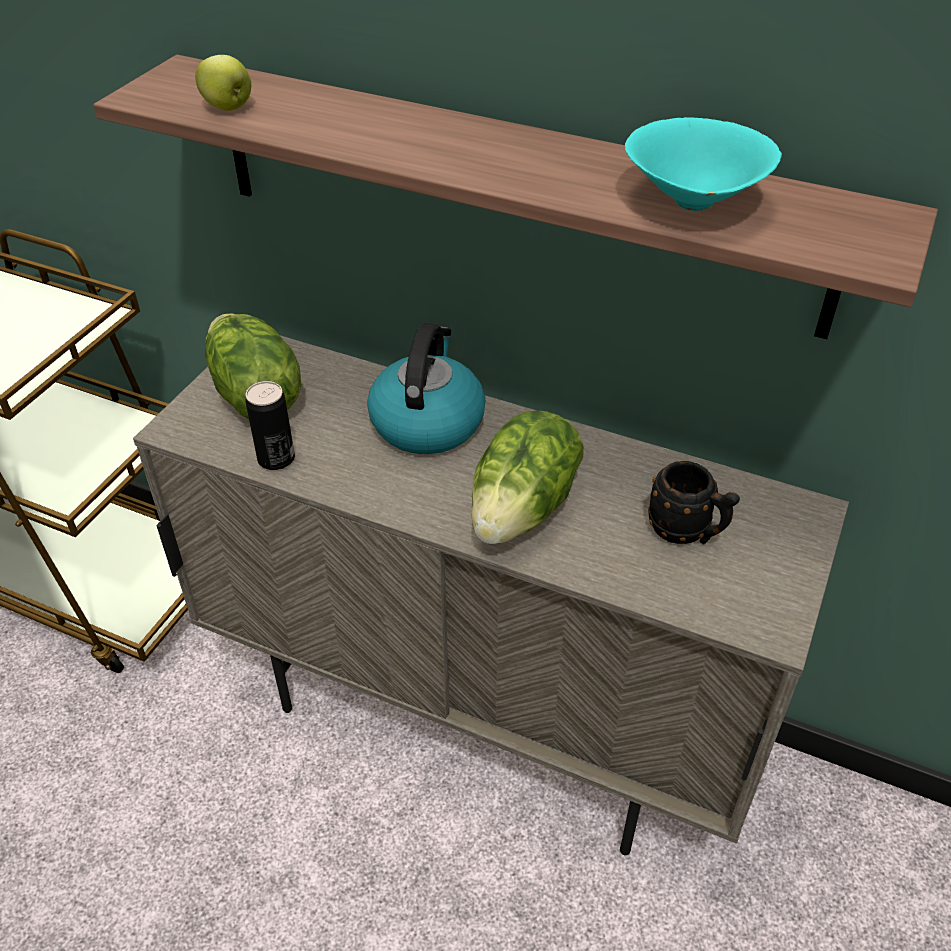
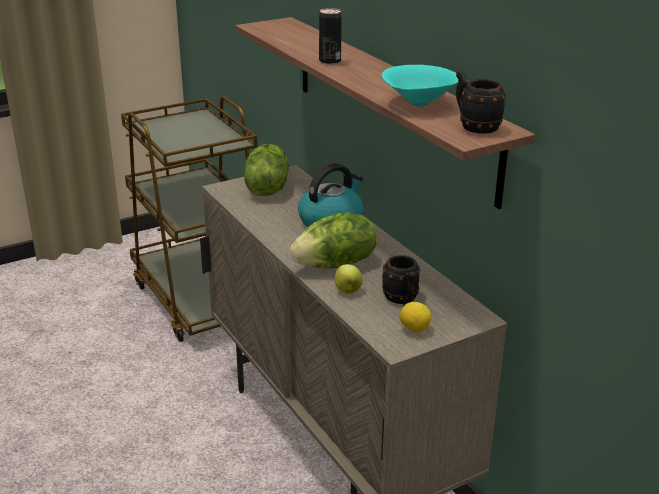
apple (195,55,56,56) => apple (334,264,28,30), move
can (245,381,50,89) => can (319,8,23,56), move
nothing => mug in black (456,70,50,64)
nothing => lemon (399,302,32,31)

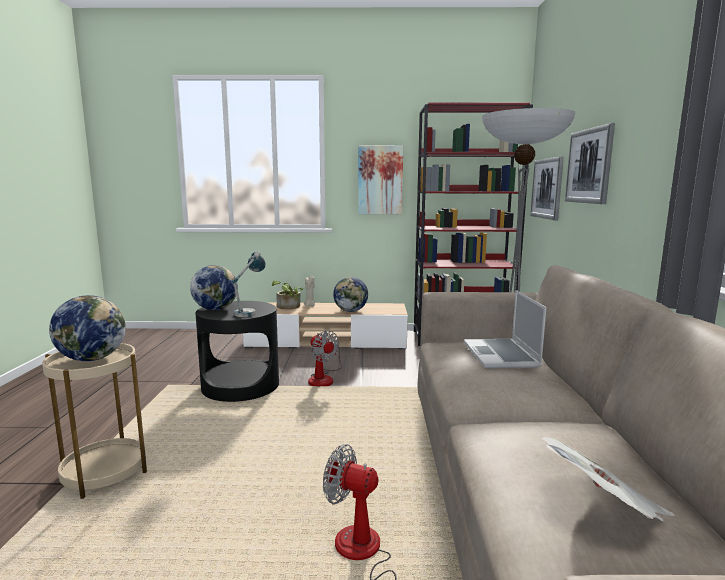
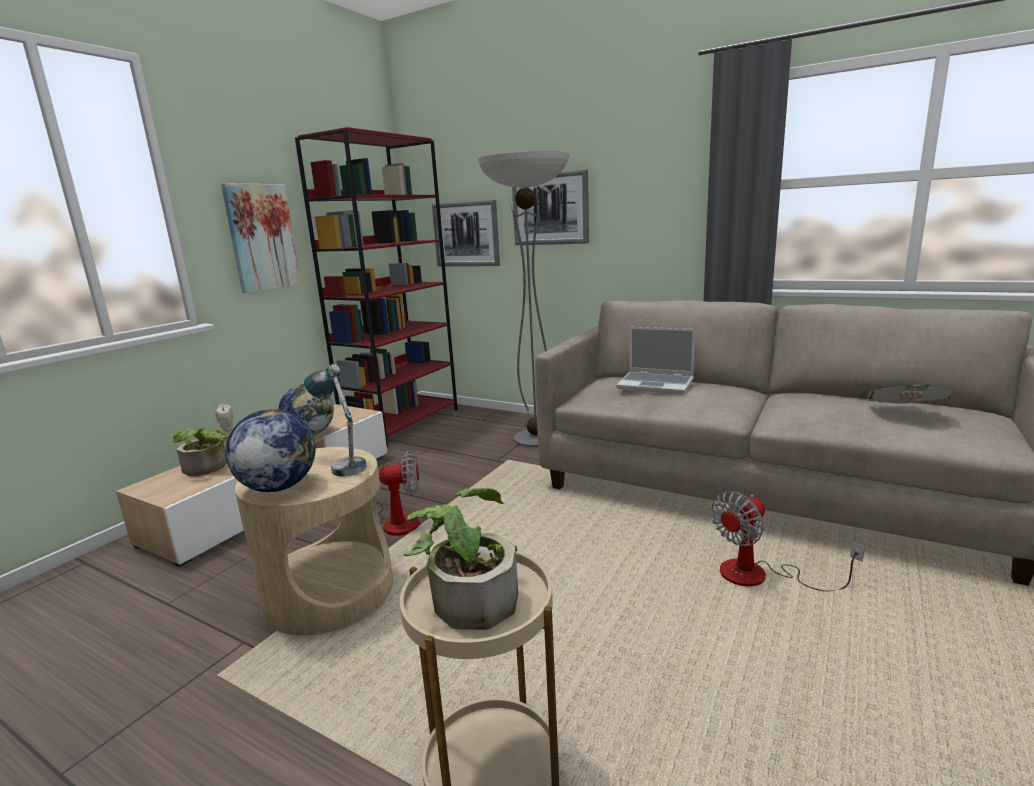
globe (49,295,77,66) => potted plant (403,488,115,142)
side table in black (196,301,83,101) => side table in beige (235,447,158,188)

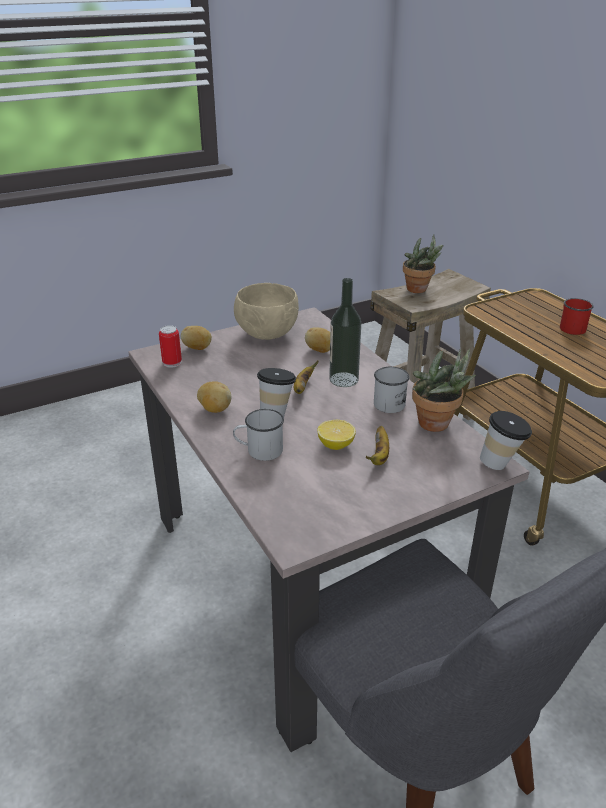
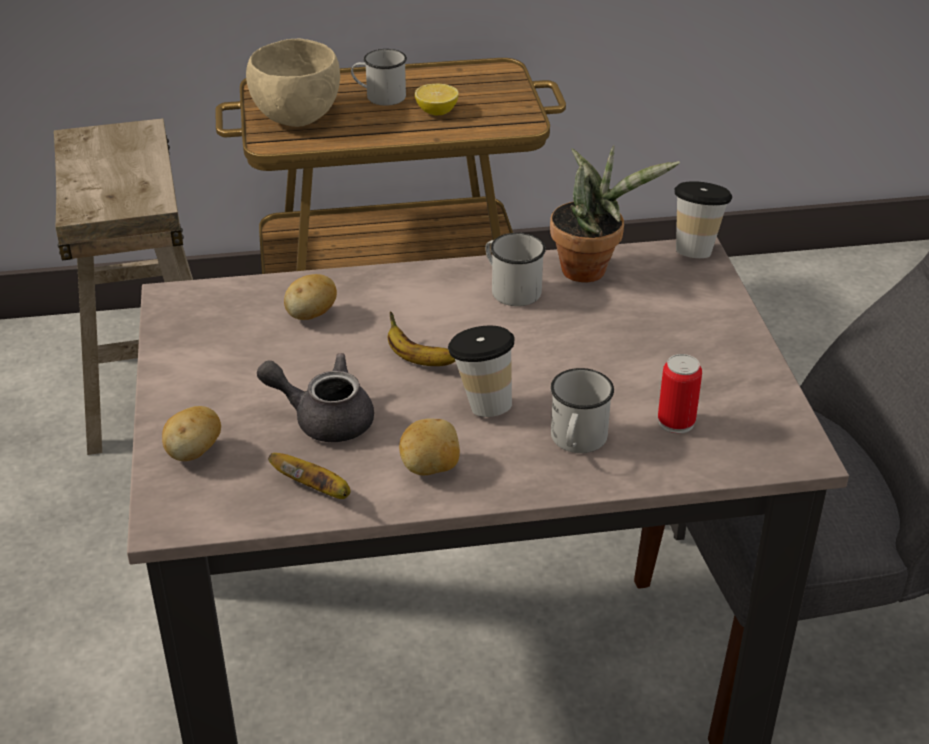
potted plant (403,234,40,59) => nothing
bottle (329,278,32,109) => nothing
bowl in beige (234,283,65,57) => bowl in beige (246,39,94,88), move
mug in red (560,298,34,37) => mug in white (351,49,56,57)
can (159,325,23,43) => can (658,354,44,80), move
lemon (317,420,39,30) => lemon (415,84,44,32), move
banana (366,426,23,39) => banana (268,453,82,46), move
nothing => teapot in grey (257,353,117,89)

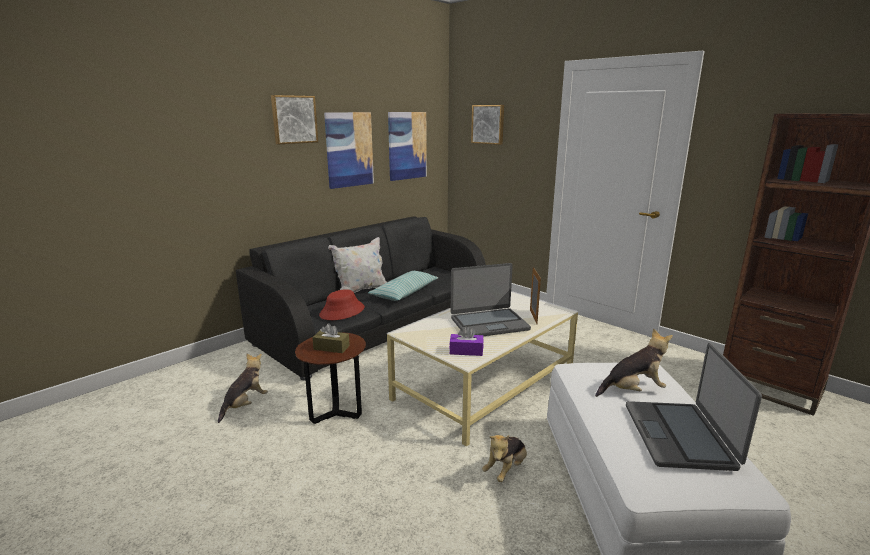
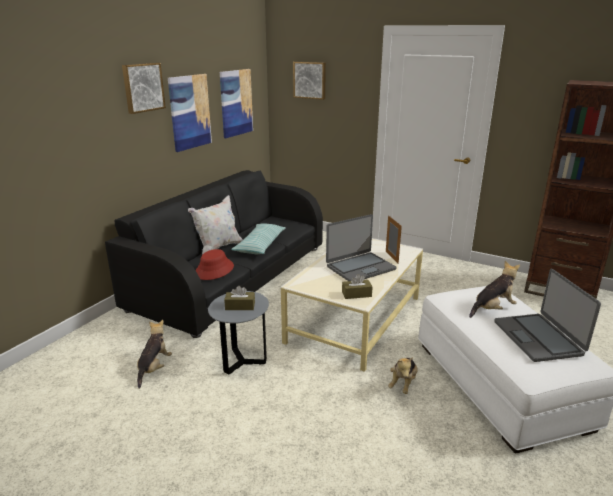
tissue box in purple (449,326,35,30) => tissue box in brown (342,274,31,25)
side table in brown (295,332,71,92) => side table in grey (208,291,61,83)

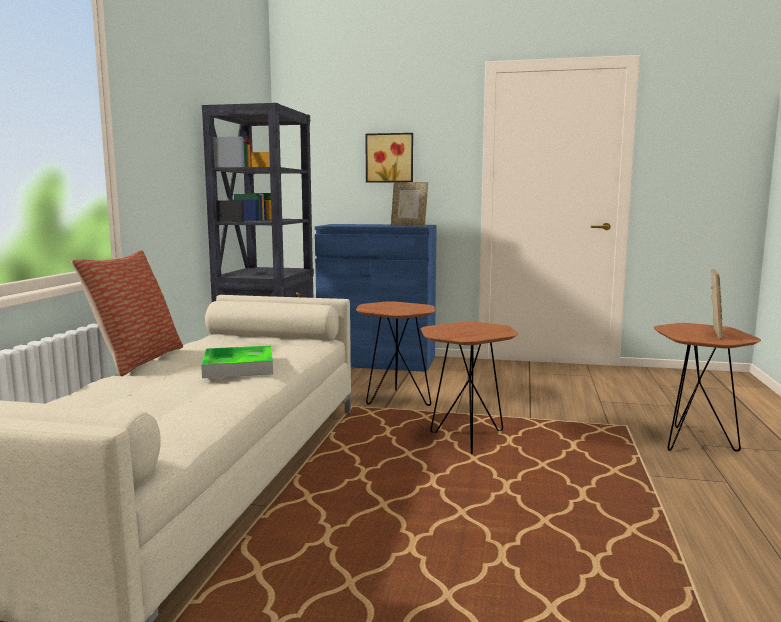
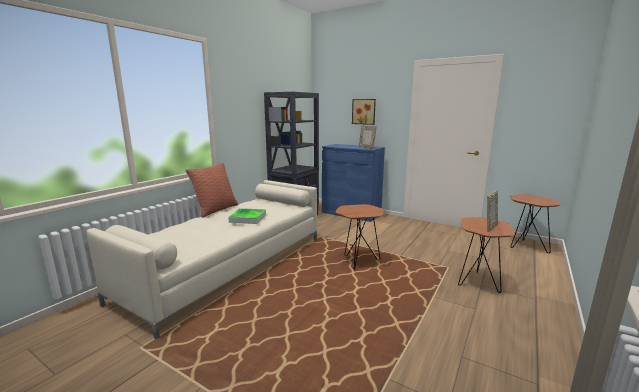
side table in brown (356,301,79,105) => side table in brown (510,194,51,59), move

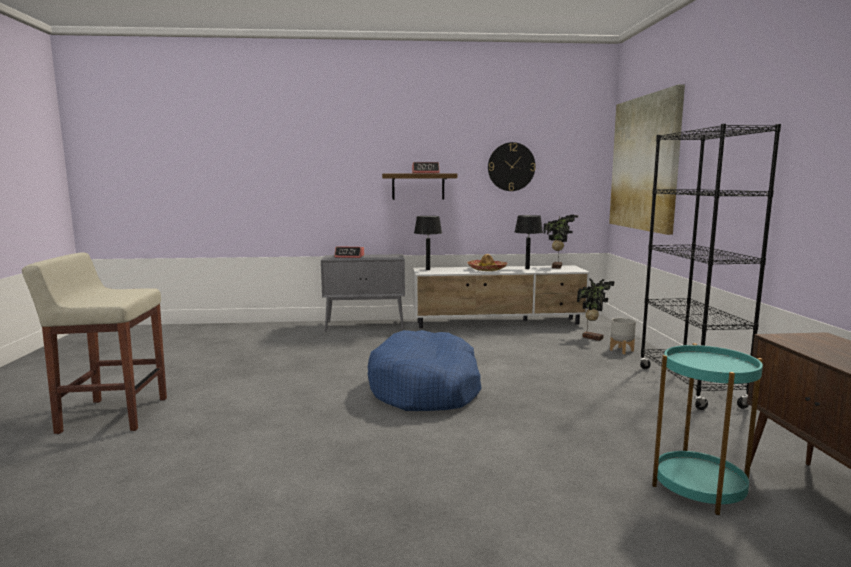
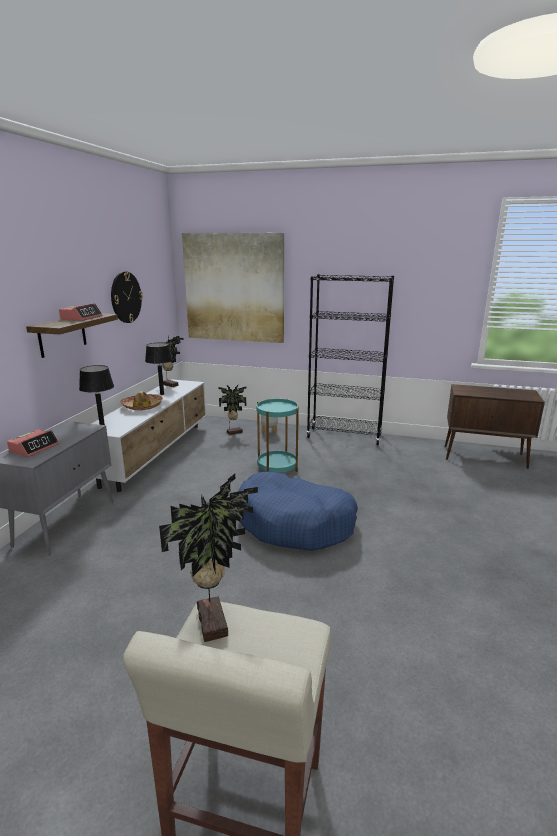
side table in turquoise (652,343,111,172) => side table in turquoise (256,398,43,75), move
nothing => potted plant (159,474,99,168)

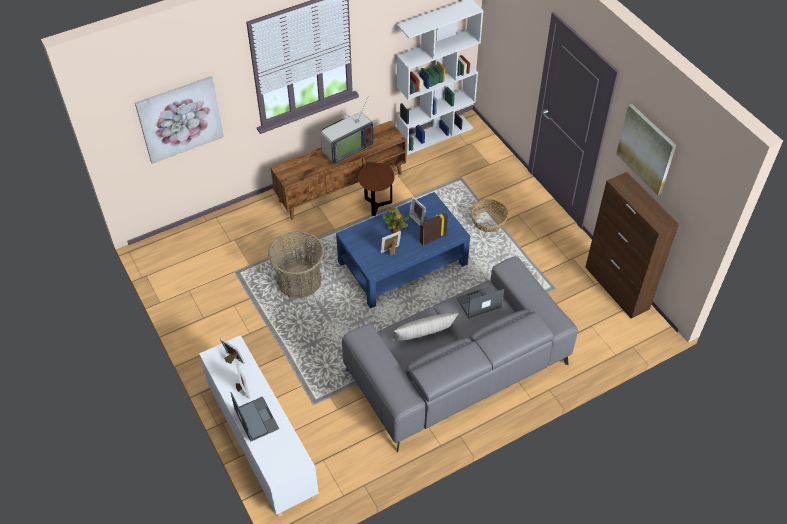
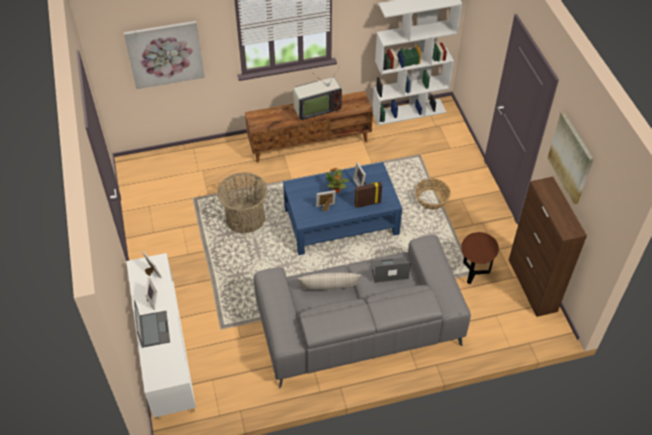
side table in brown (358,163,37,53) => side table in brown (461,232,38,52), move

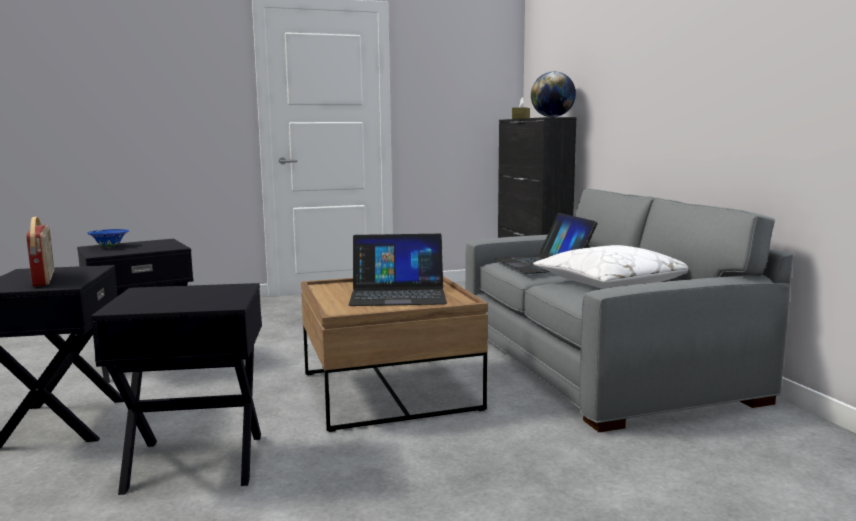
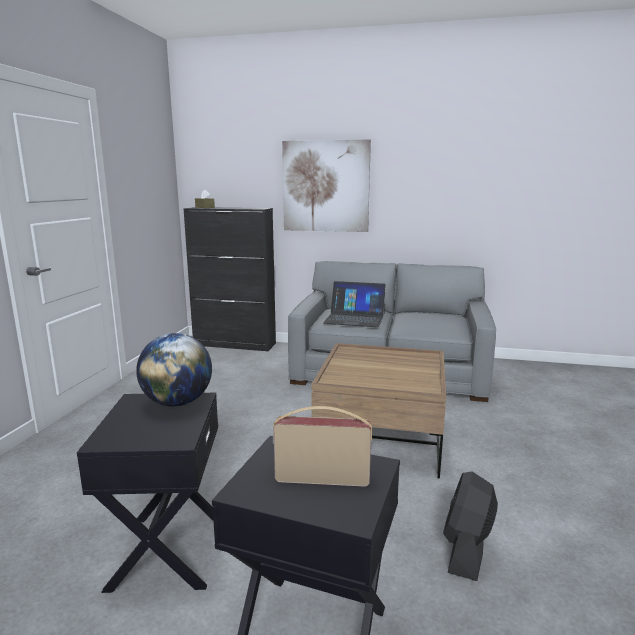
globe (531,71,45,46) => globe (136,333,76,74), move
bowl in blue (87,229,42,18) => nothing
laptop (349,234,98,72) => nothing
pillow in white (533,245,155,44) => nothing
side table in black (91,283,171,212) => fan in black (443,471,55,110)
nothing => picture (282,139,89,93)

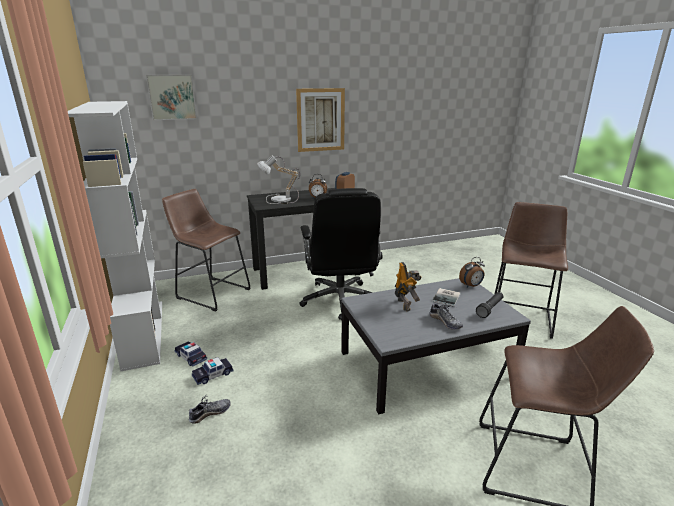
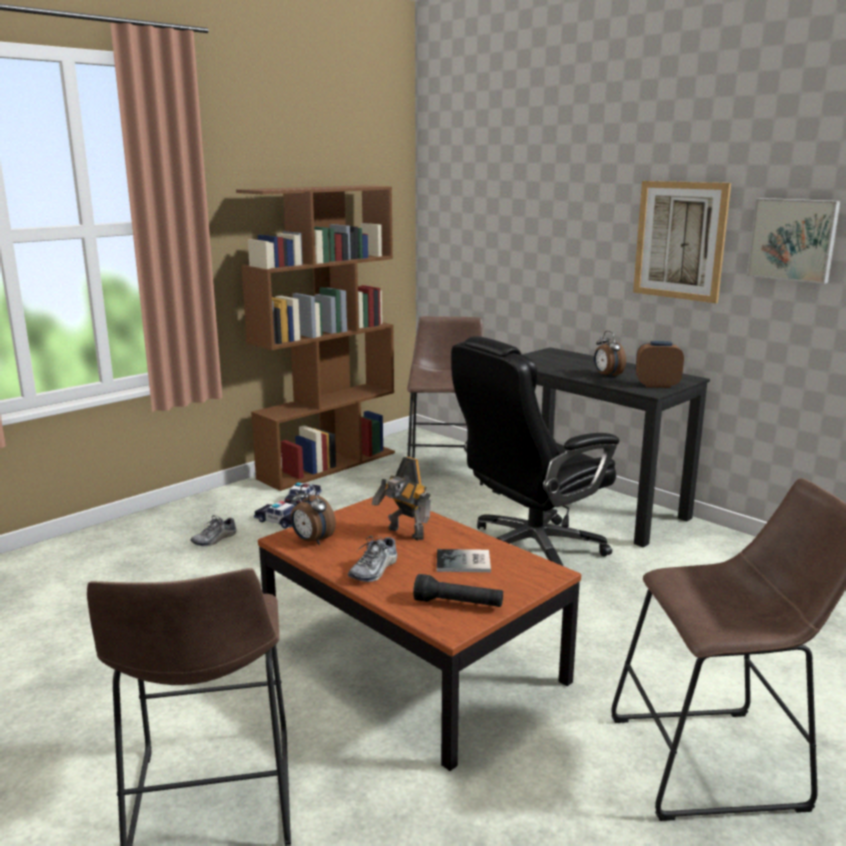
picture (146,75,51,45) => picture (747,198,93,86), move
bookcase in white (68,101,94,270) => bookcase in brown (236,185,159,306)
table lamp (257,156,43,48) => nothing
alarm clock (459,257,26,30) => alarm clock (291,484,45,61), move
toy robot (395,262,27,49) => toy robot (371,457,60,83), 75 degrees clockwise
coffee table in grey (341,278,190,136) => coffee table in brown (258,495,323,276)
shoe (189,395,42,29) => shoe (191,515,46,31), 105 degrees clockwise

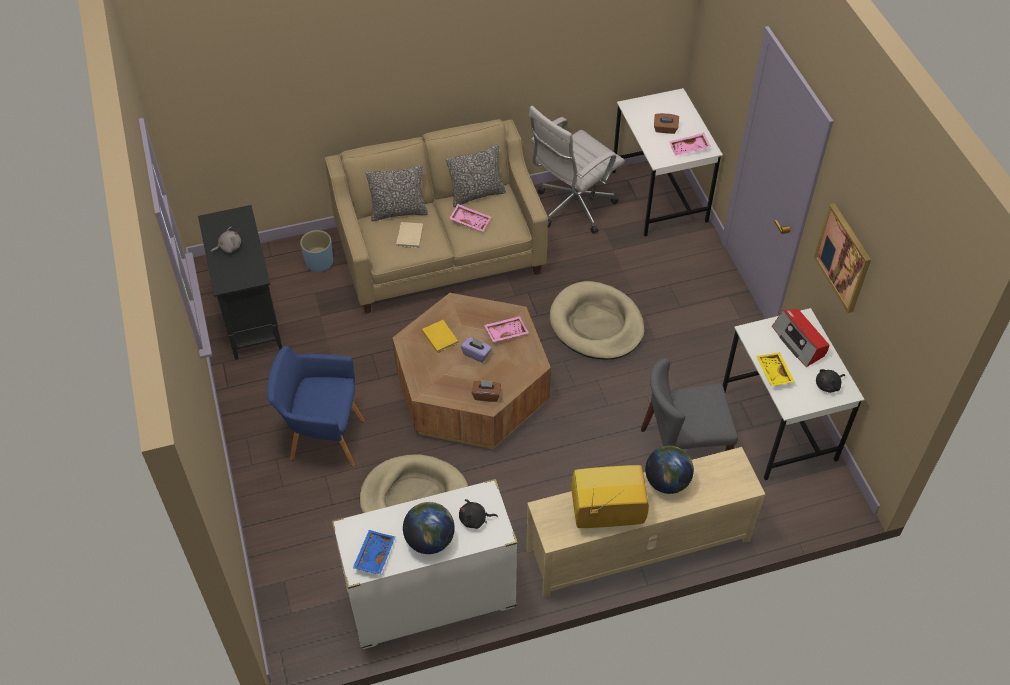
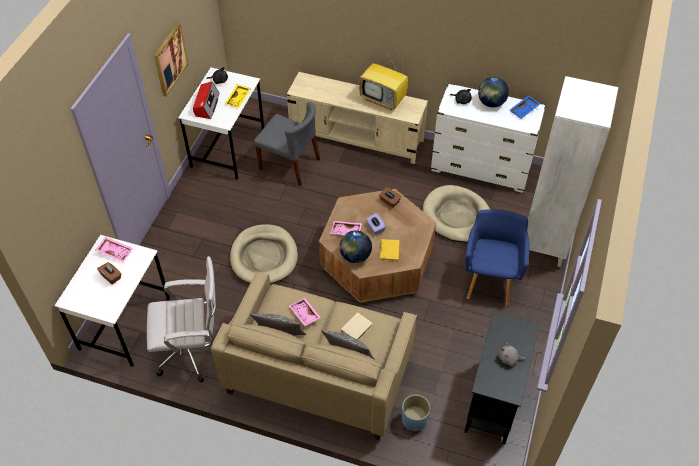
armchair in blue (267,346,98,120) => armchair in blue (465,209,64,98), 120 degrees counterclockwise
globe (645,446,49,48) => globe (339,230,33,33), move
nothing => bookcase in white (527,76,91,191)

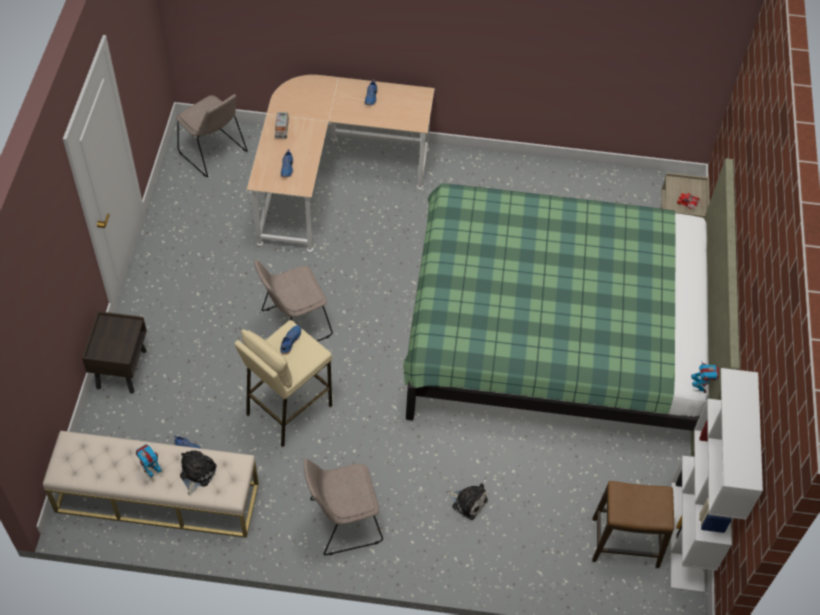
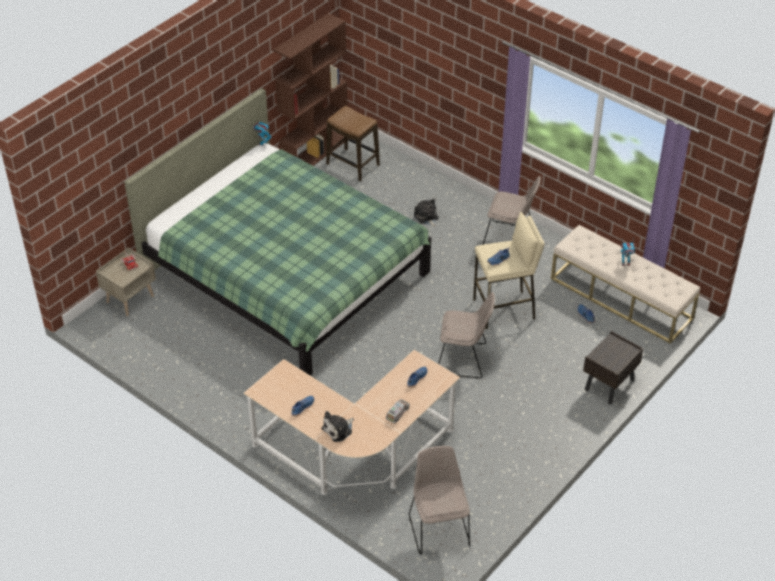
bookcase in white (671,368,92,225) => bookcase in brown (273,13,74,153)
plush toy (180,450,37,46) => plush toy (322,411,32,31), move

